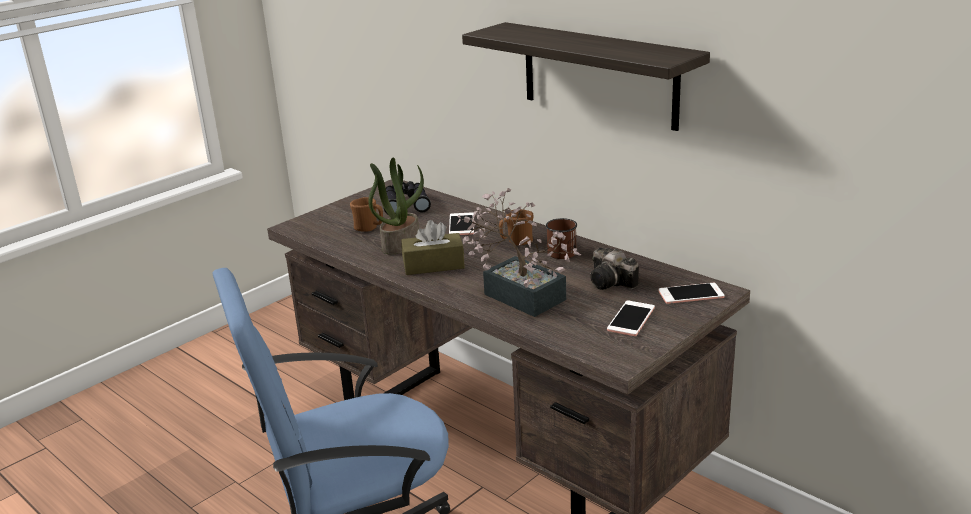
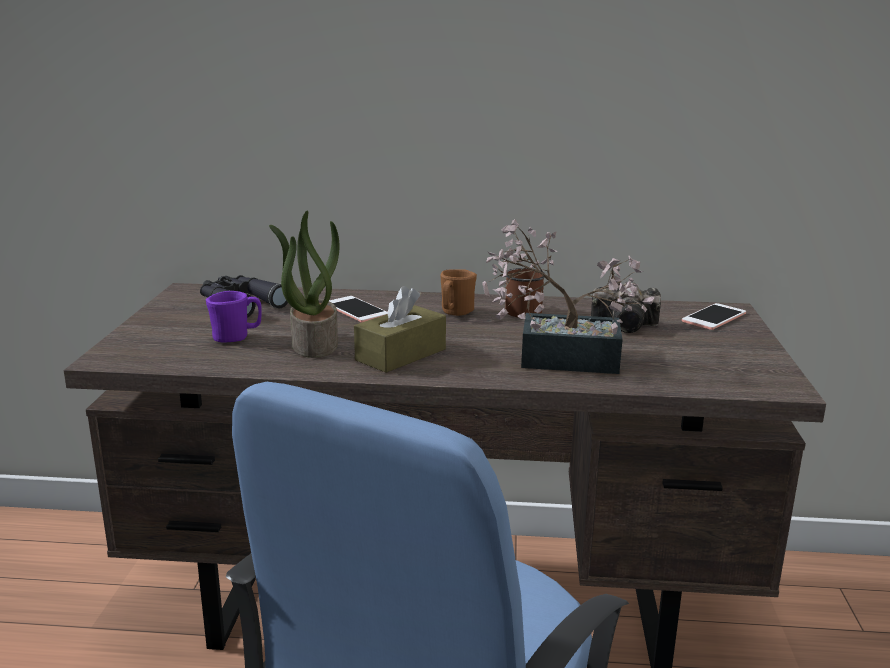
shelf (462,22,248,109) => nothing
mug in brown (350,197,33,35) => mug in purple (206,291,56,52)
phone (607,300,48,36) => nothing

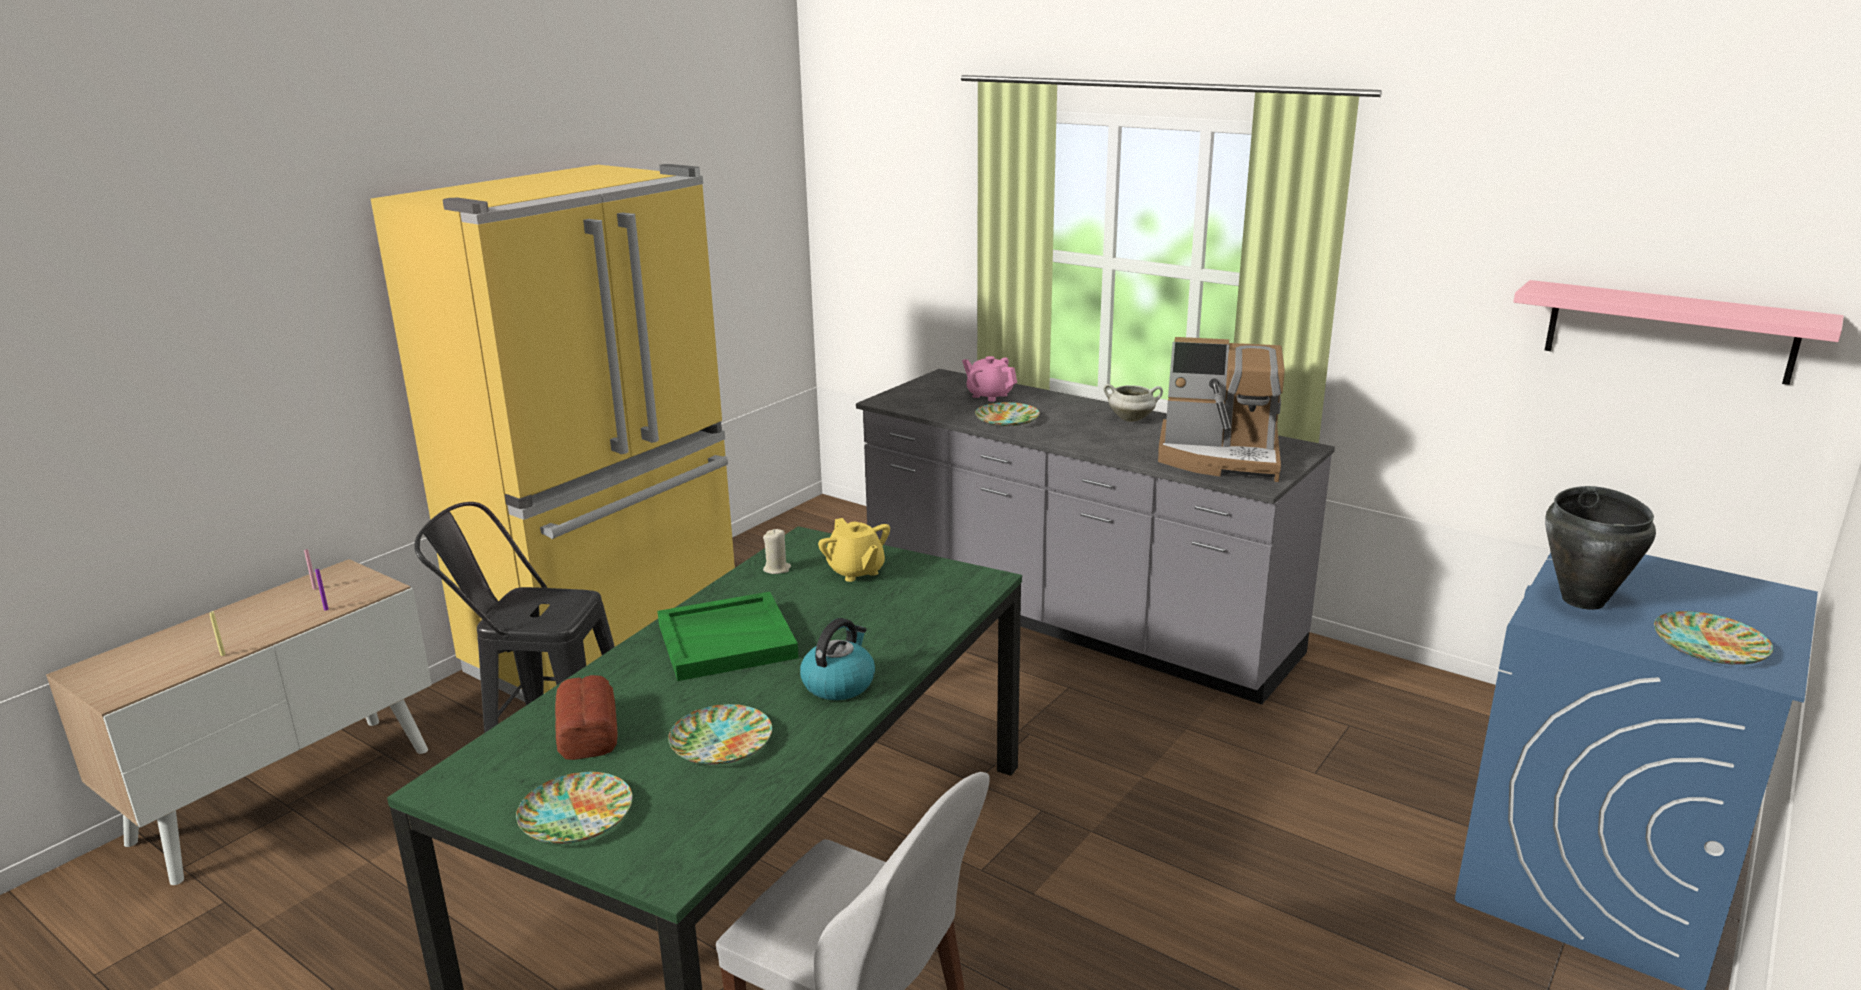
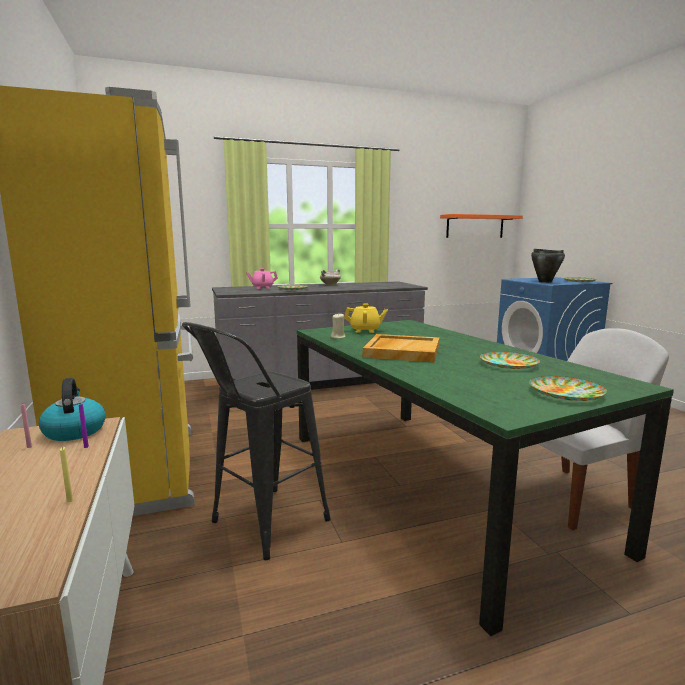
shelf in pink (1514,280,330,105) => shelf in orange (440,214,83,24)
coffee machine (1158,337,127,145) => nothing
tray in green (657,592,142,89) => tray in beige (363,334,77,28)
kettle (800,618,75,82) => kettle (39,378,67,63), move
bread (555,675,63,85) => nothing

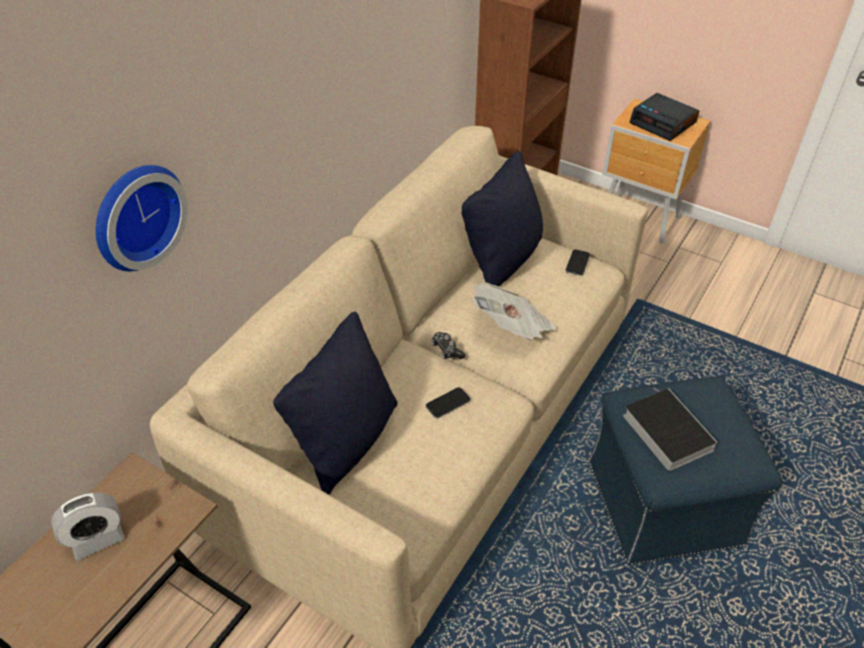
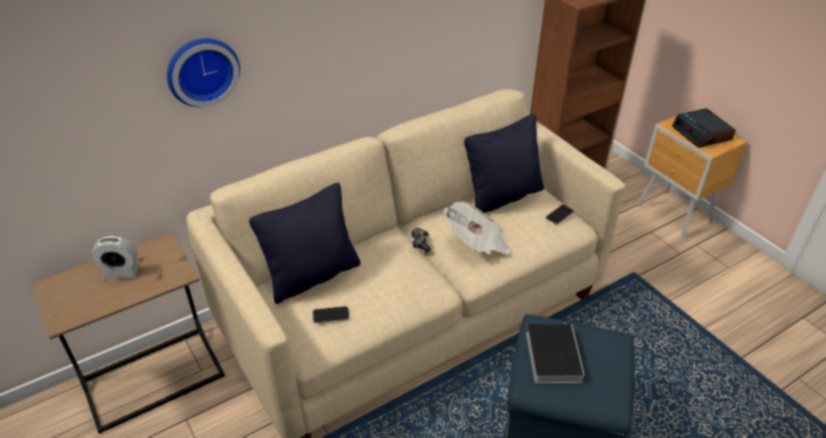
phone (426,387,45,32) => phone (313,306,36,17), move

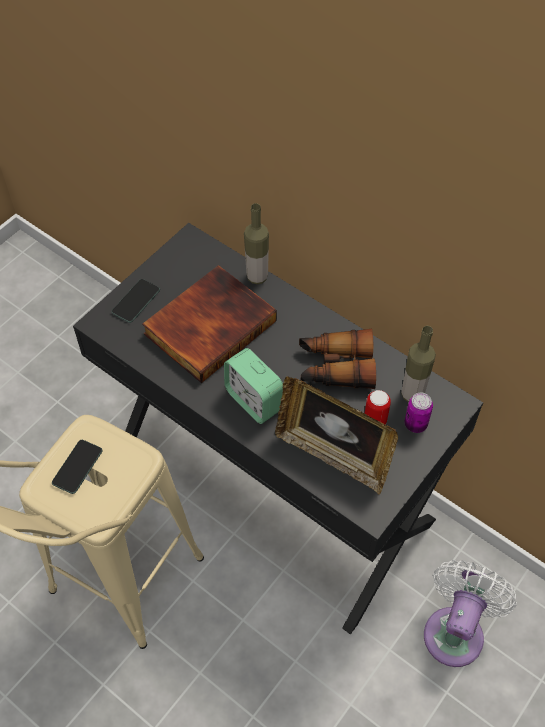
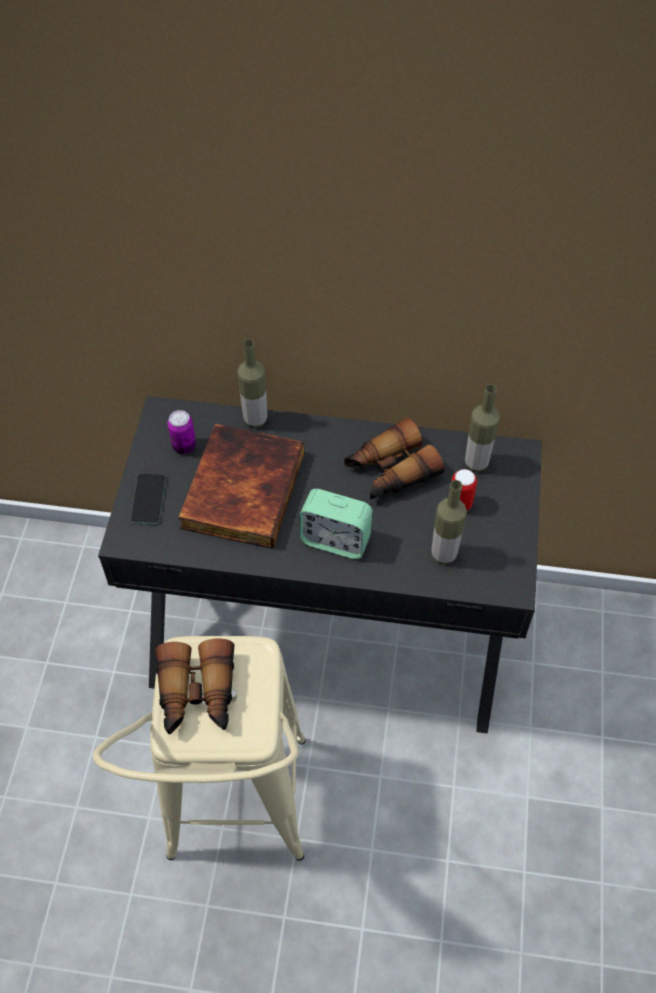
picture frame (275,376,123,119) => bottle (431,480,36,84)
can (404,393,29,40) => can (168,410,28,44), move
phone (52,440,51,54) => binoculars (155,638,80,96)
fan in white (424,560,93,107) => nothing

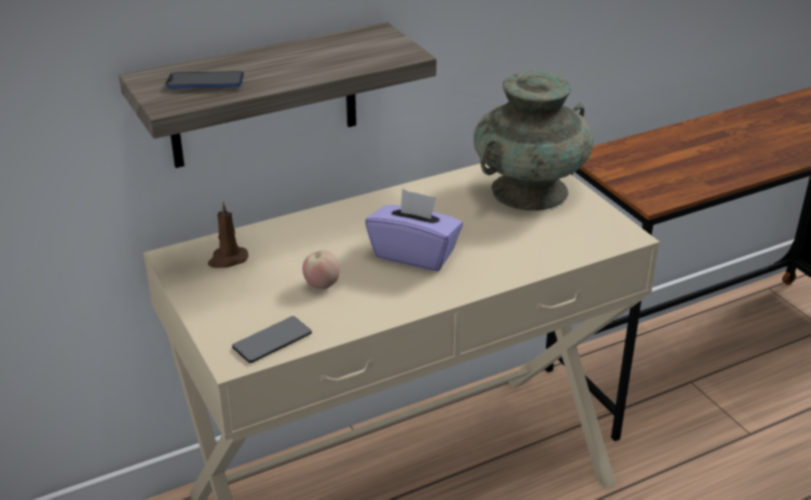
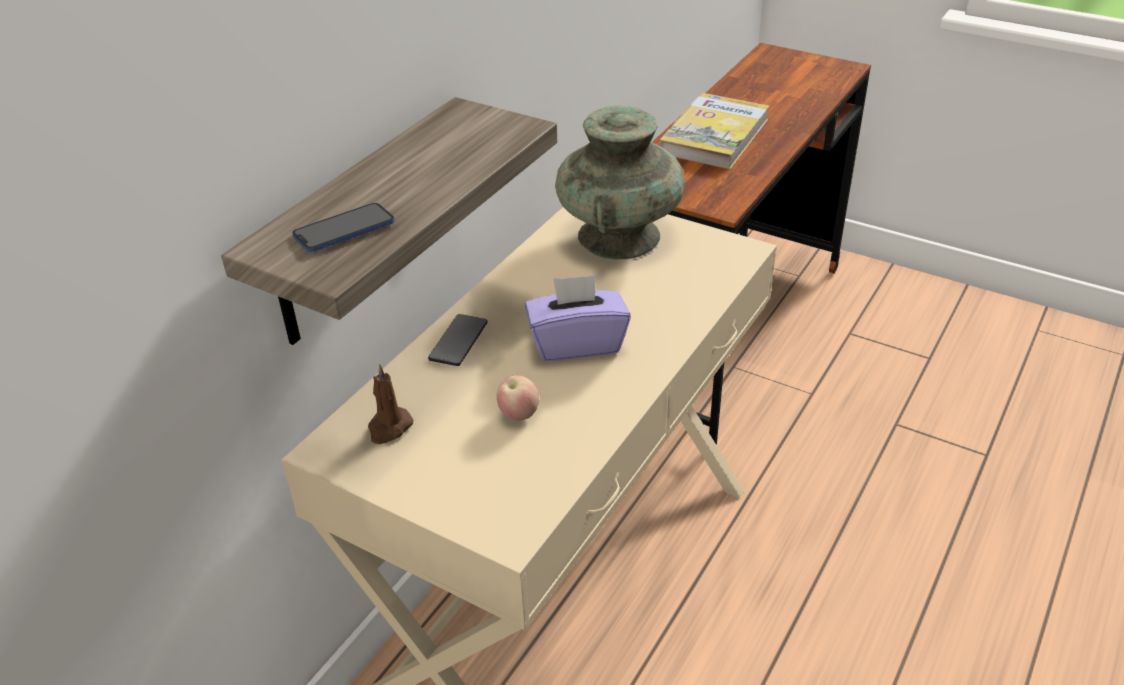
phone (232,316,80,47) => phone (428,314,60,52), move
nothing => book (660,93,110,76)

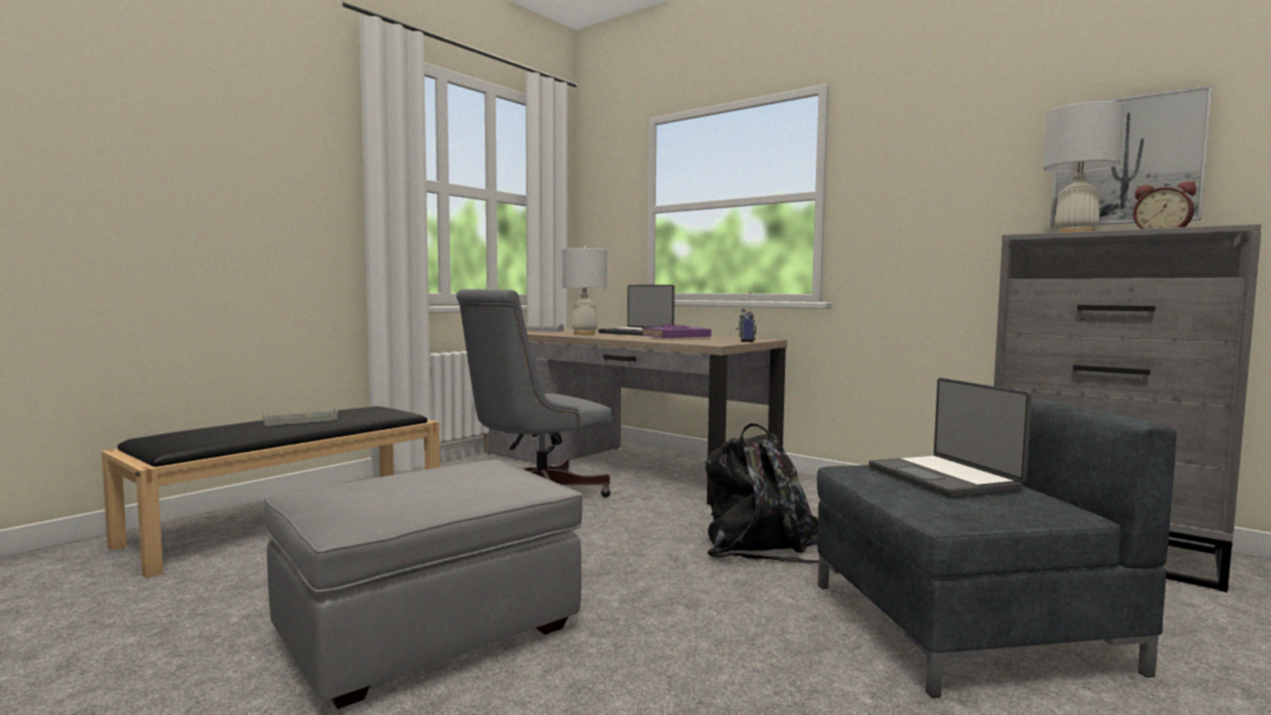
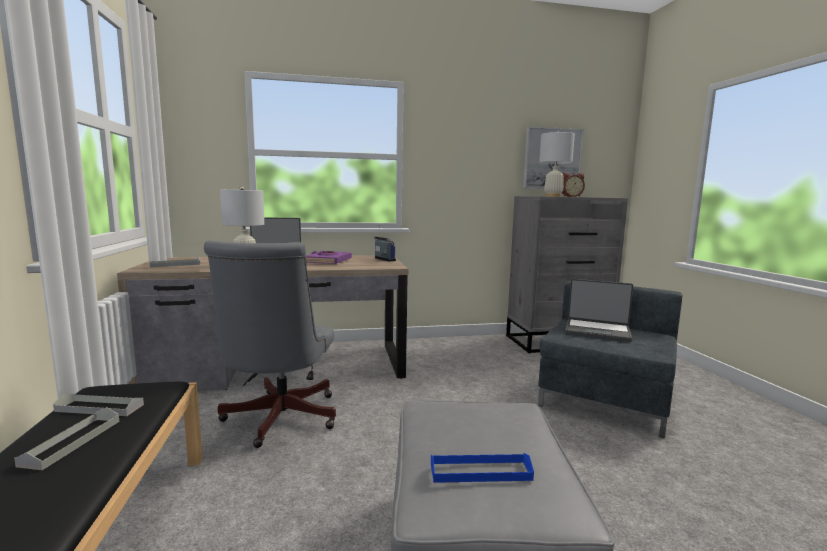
backpack in black (705,423,114,140) => nothing
nothing => tray in grey (53,394,91,22)
nothing => tray in blue (431,453,103,30)

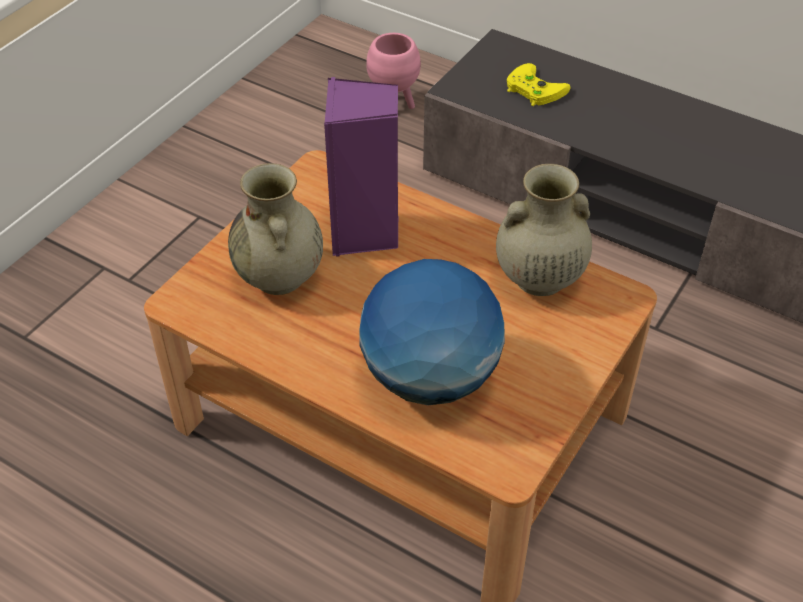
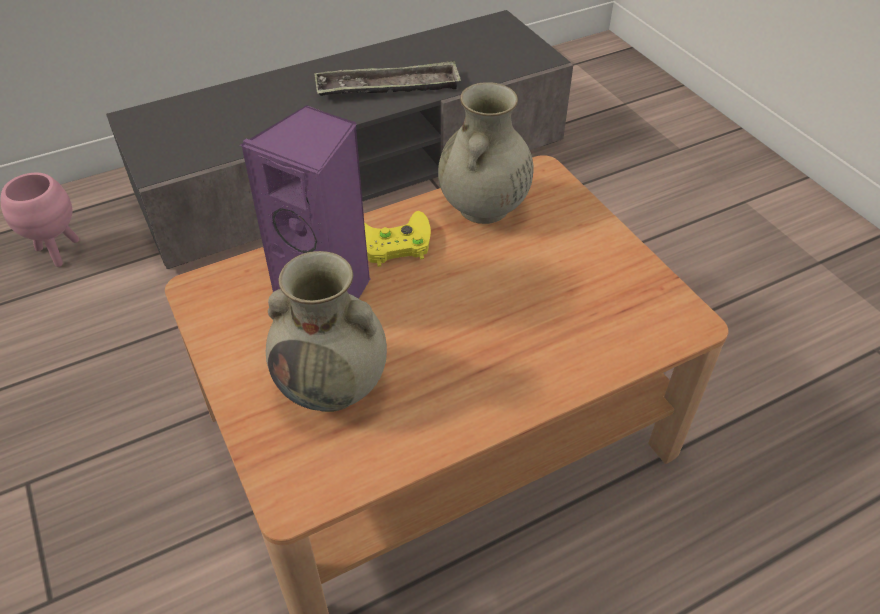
game controller in yellow (507,63,64,43) => game controller in yellow (364,211,67,56), move
globe (359,259,146,146) => nothing
nothing => tray (314,61,147,35)

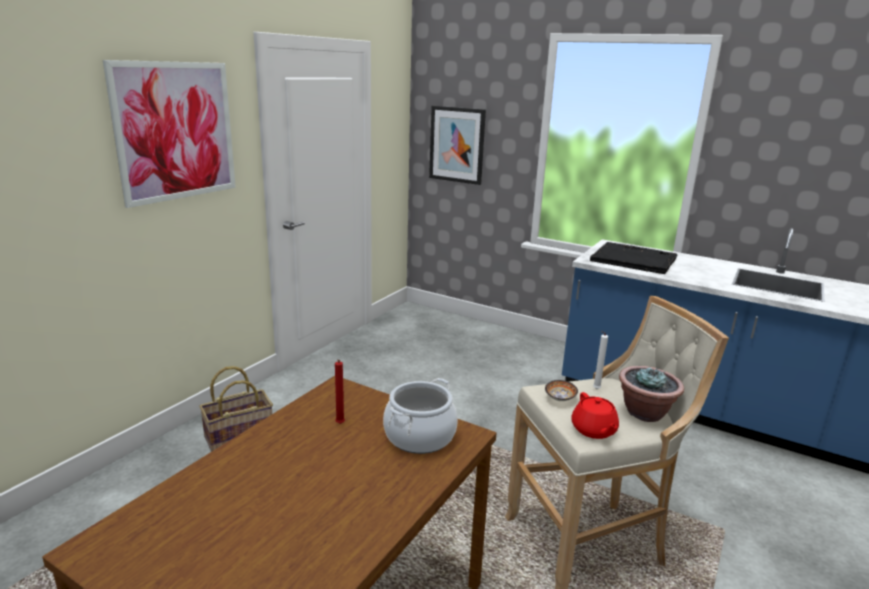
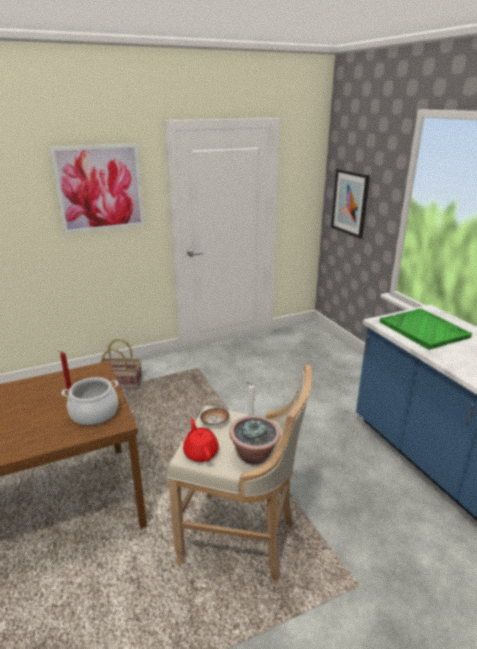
tray in black (590,242,87,32) => tray in green (380,308,92,42)
teapot in red (572,392,47,47) => teapot in red (183,418,36,44), 135 degrees clockwise

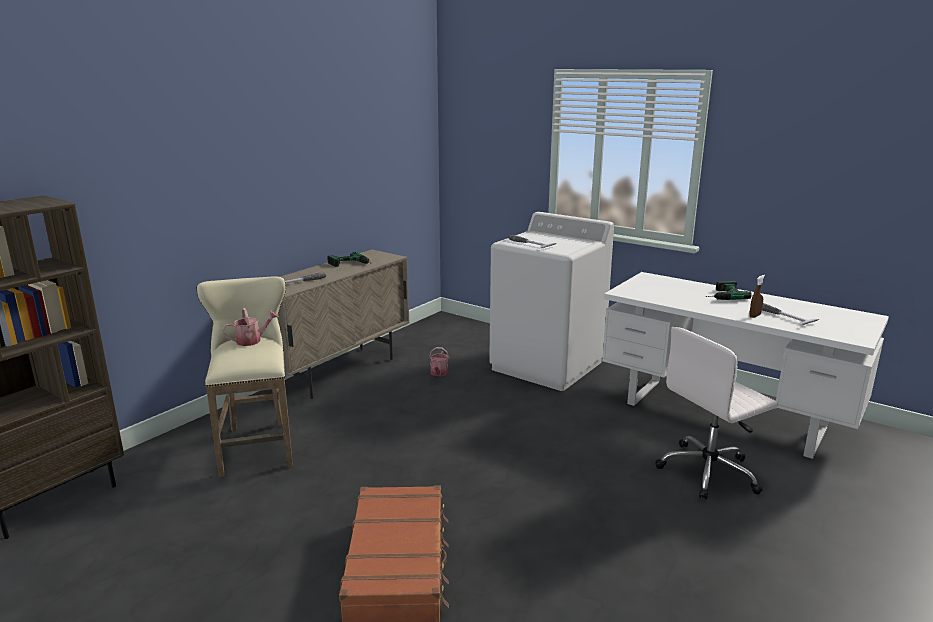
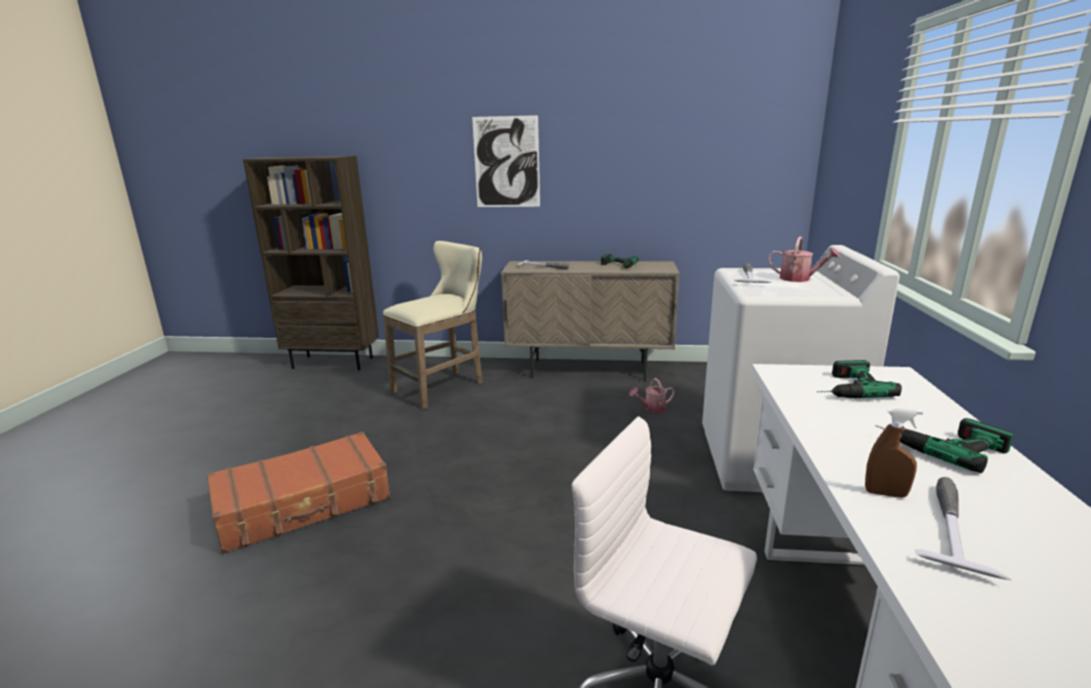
watering can (222,308,57,38) => watering can (768,237,72,45), move
nothing => picture (472,115,68,92)
nothing => power drill (817,360,85,38)

